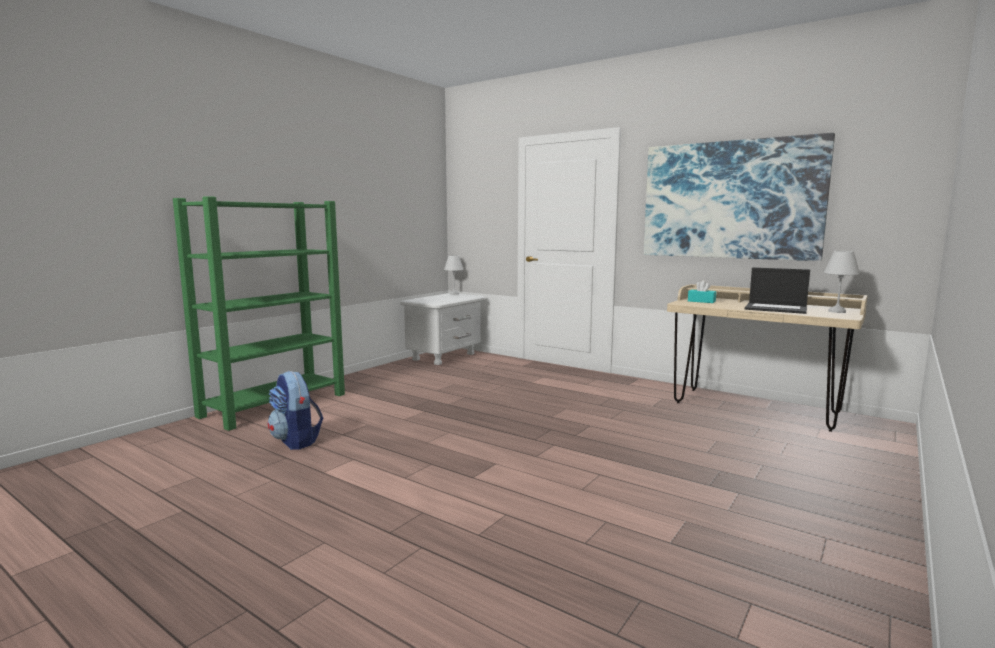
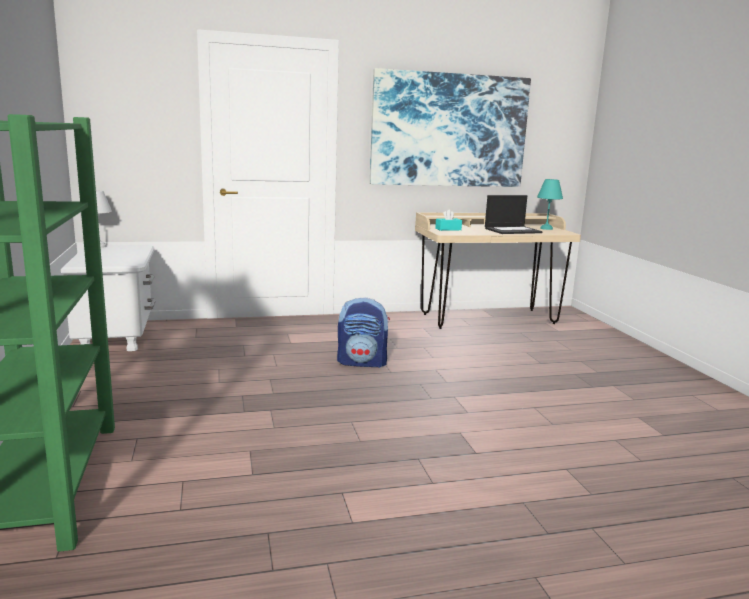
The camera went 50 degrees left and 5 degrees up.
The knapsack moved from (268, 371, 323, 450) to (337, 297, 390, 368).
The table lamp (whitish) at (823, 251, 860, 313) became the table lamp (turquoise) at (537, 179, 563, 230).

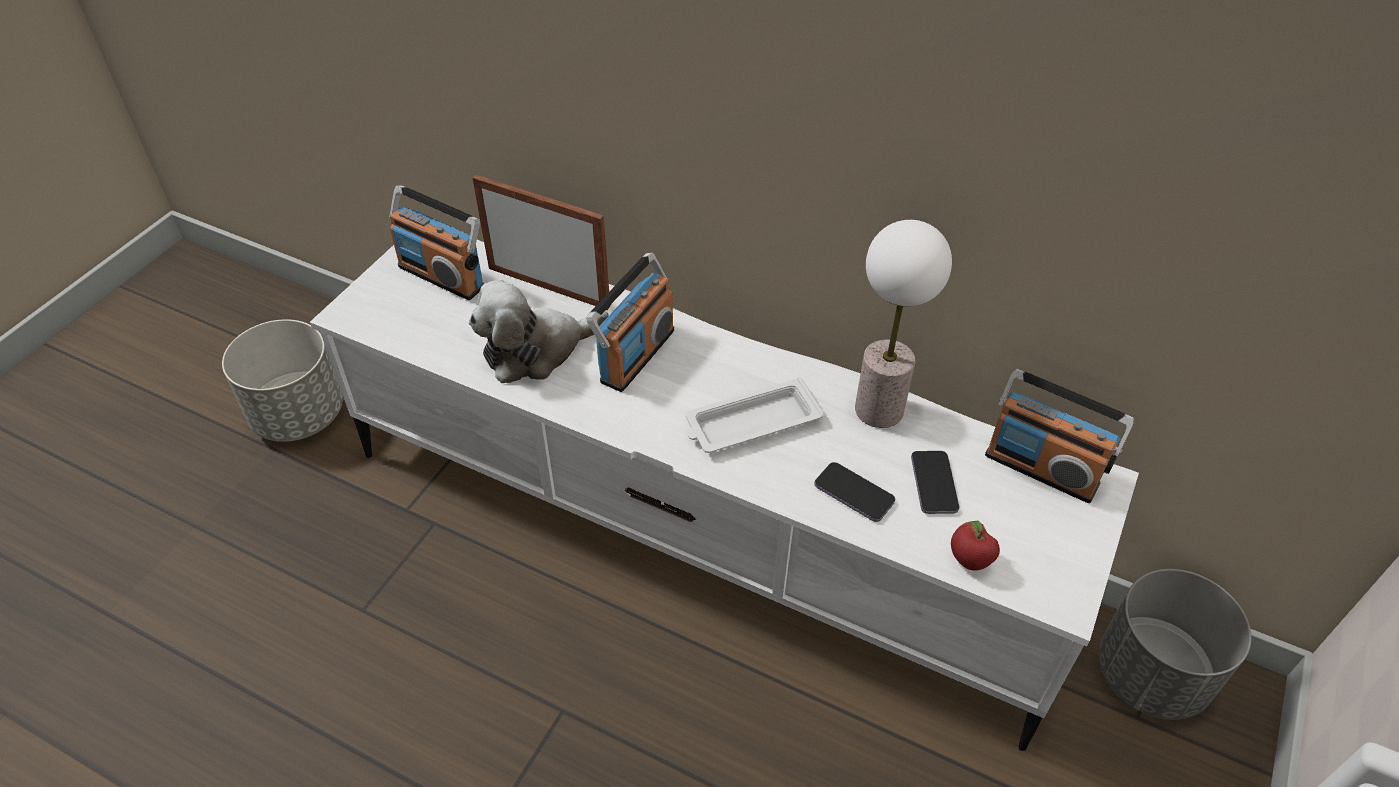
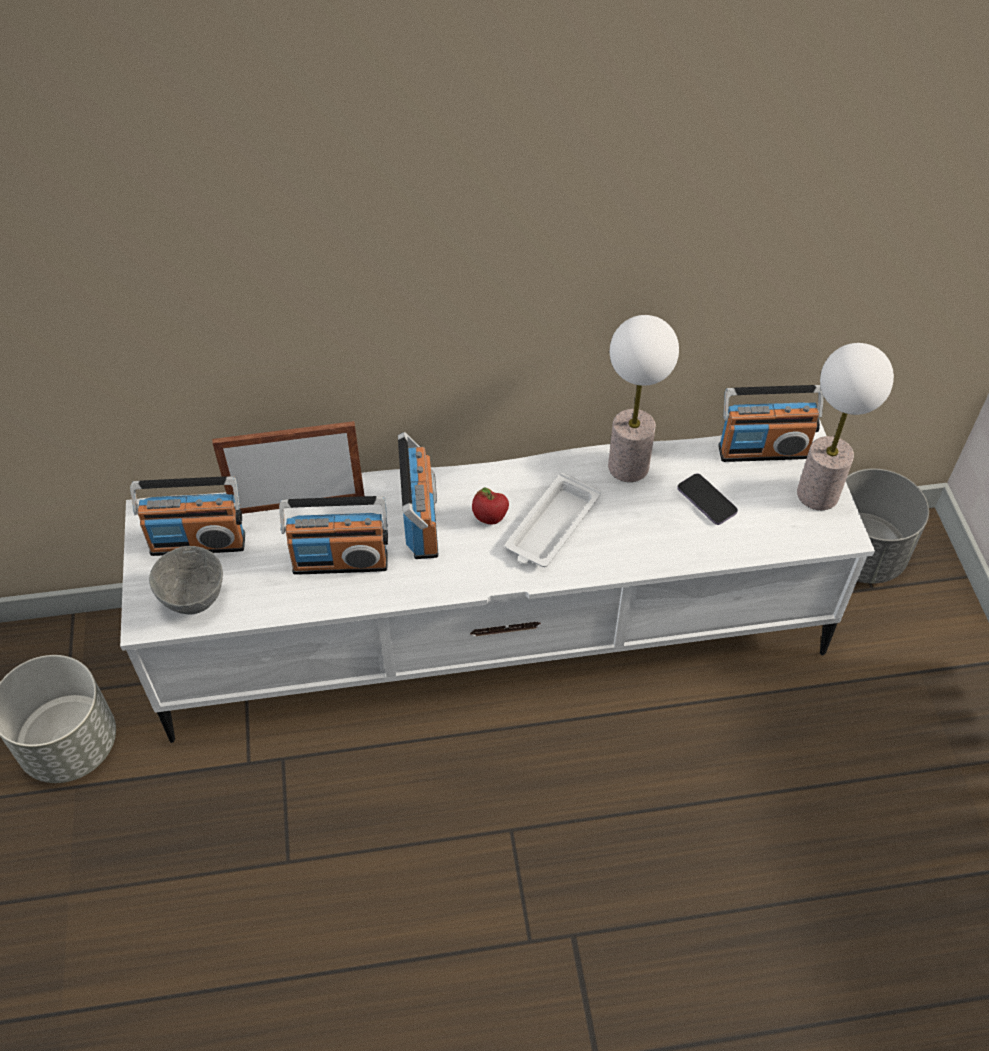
The camera went 35 degrees left and 5 degrees up.
The deep dish (gray) at (149, 546, 223, 615) appeared.
The cuddly toy at (469, 280, 609, 383) was replaced by the radio set at (279, 496, 388, 575).
The apple fruit moved from (951, 521, 1000, 571) to (472, 487, 509, 524).
The table lamp at (797, 343, 894, 510) appeared.
The phone at (815, 462, 895, 522) disappeared.

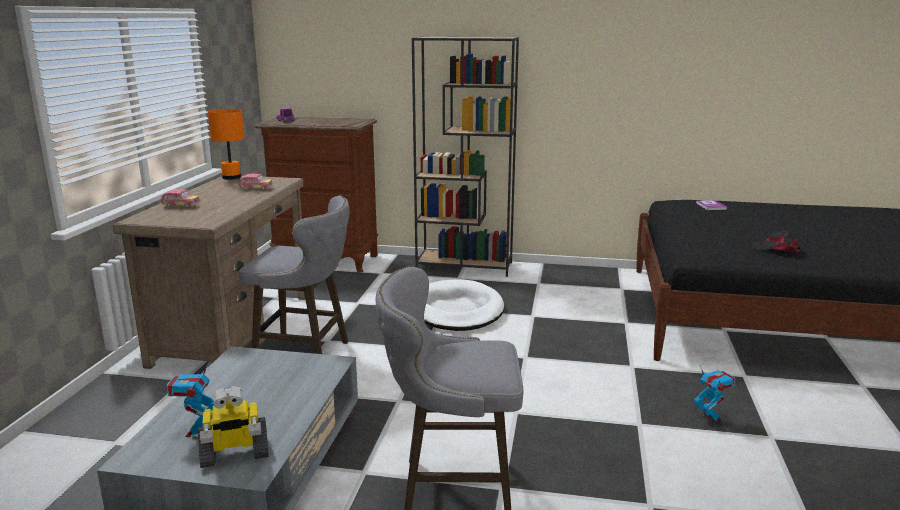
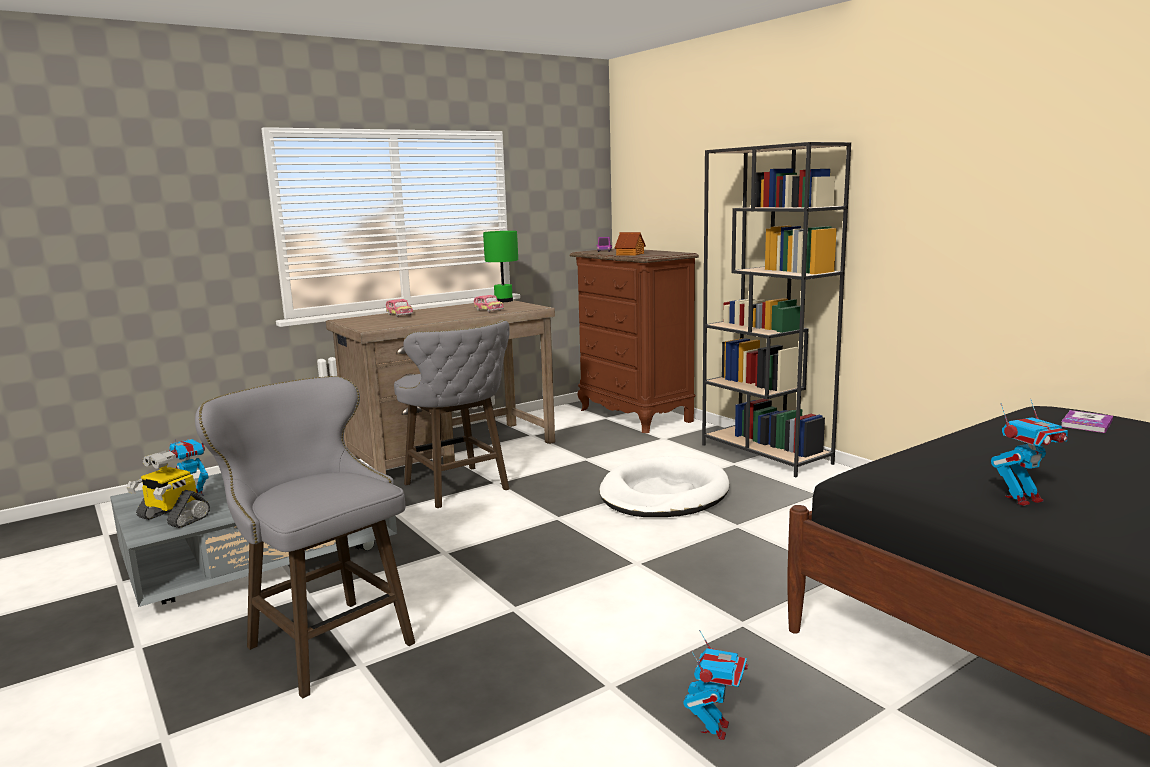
The camera went 45 degrees right and 5 degrees down.
The table lamp (orange-coloured) at (208, 109, 244, 180) became the table lamp (green-coloured) at (483, 231, 518, 302).
The toy house at (615, 232, 646, 256) appeared.
The baseball cap (black-coloured) at (752, 231, 800, 252) was replaced by the model robot at (991, 399, 1068, 506).

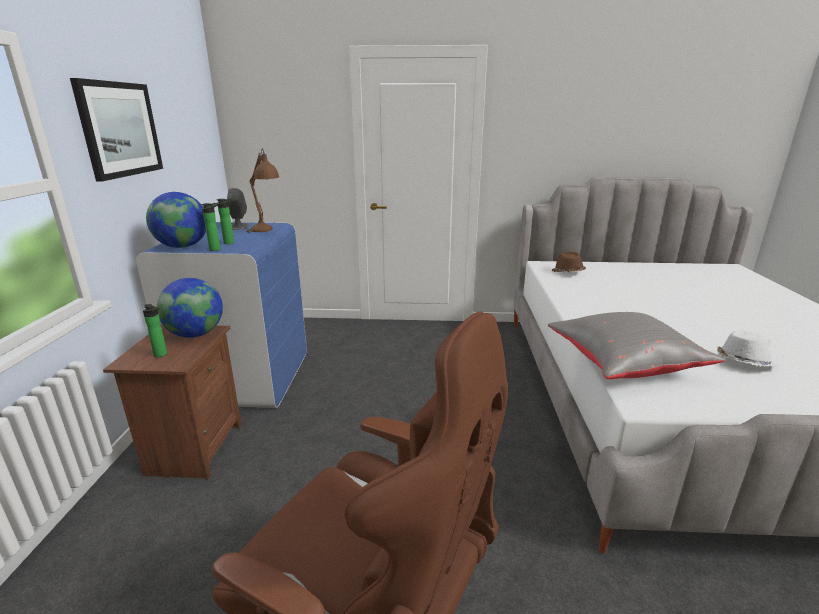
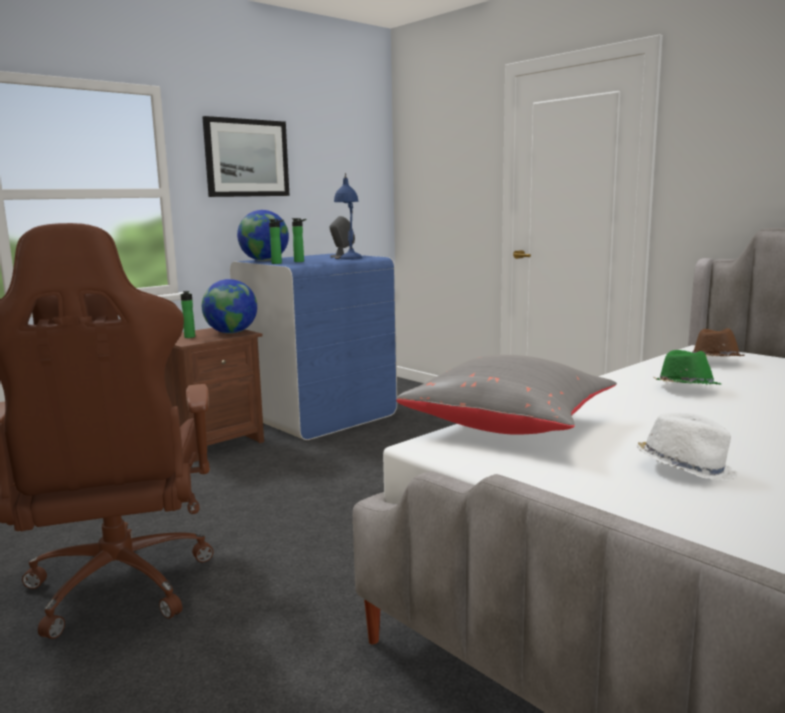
The camera went 45 degrees right and 10 degrees down.
The table lamp (brown) at (246, 148, 279, 233) became the table lamp (blue) at (334, 172, 363, 260).
The hat (green-coloured) at (654, 350, 721, 385) appeared.

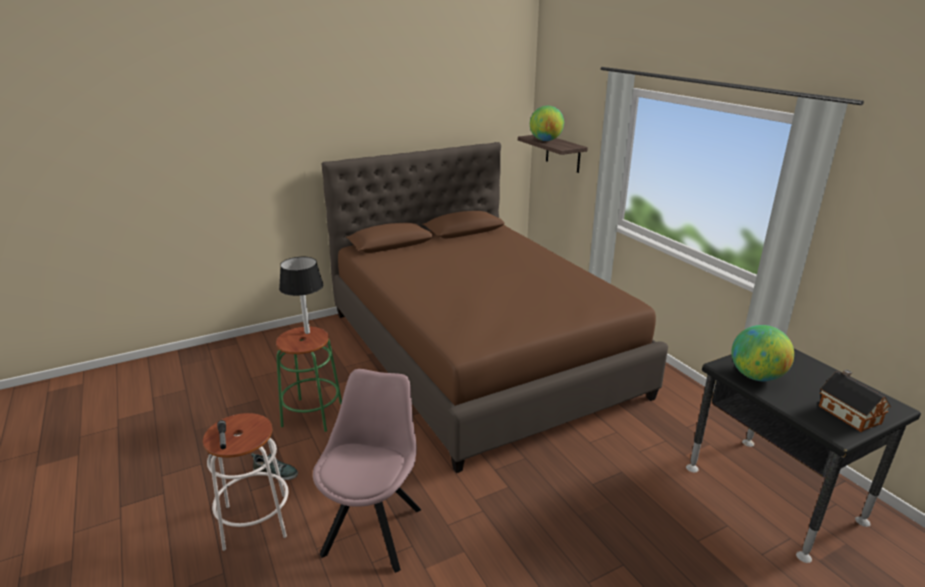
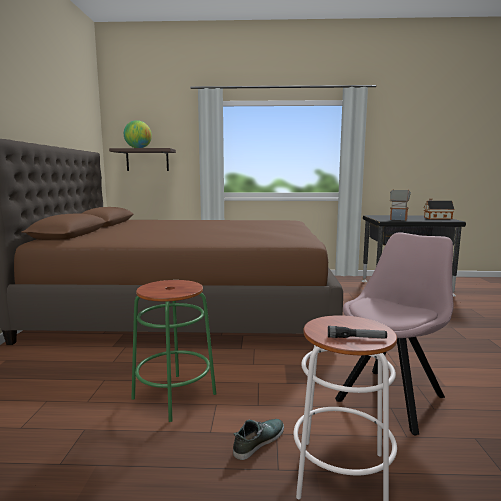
The camera went 60 degrees left and 15 degrees down.
The upright chair (pink) at (313, 369, 421, 573) turned 90 degrees clockwise.
The world globe at (731, 325, 794, 381) was replaced by the toy house at (390, 189, 411, 221).
The table lamp (black-coloured) at (279, 257, 324, 334) disappeared.

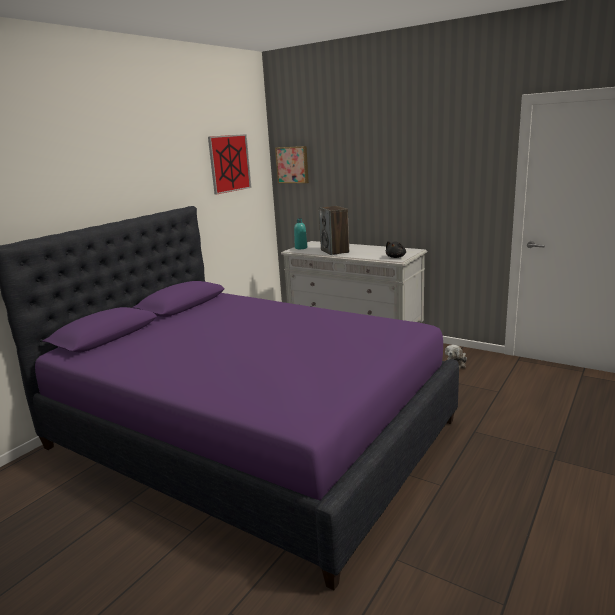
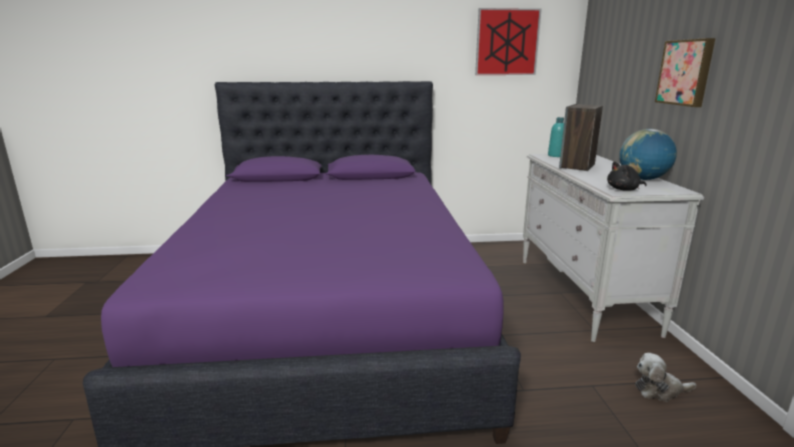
The camera went 50 degrees right and 0 degrees up.
The world globe at (619, 129, 677, 180) appeared.
The wall picture moved from (275, 146, 309, 183) to (655, 38, 715, 107).

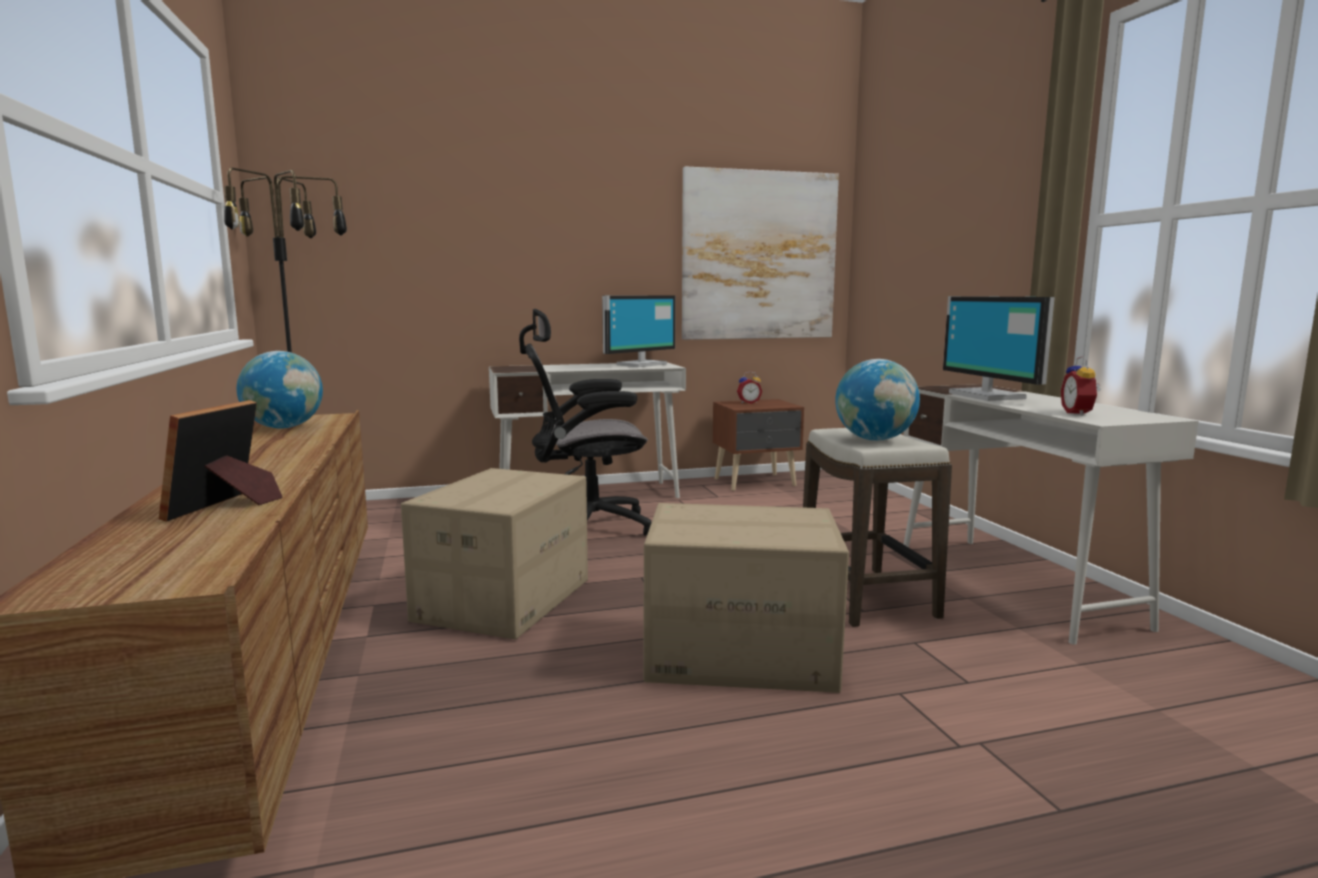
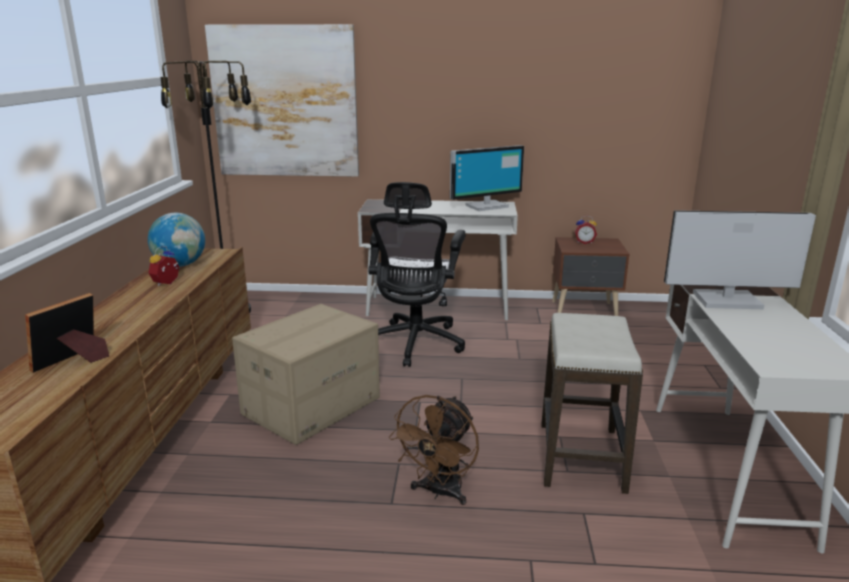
The camera went 20 degrees right and 10 degrees up.
The table clock moved from (1061, 356, 1101, 416) to (149, 246, 179, 286).
The wall picture moved from (682, 166, 839, 340) to (205, 24, 359, 177).
The desk chair at (519, 309, 652, 536) turned 90 degrees counterclockwise.
The packing box at (643, 503, 849, 693) was replaced by the fan (brown) at (389, 395, 479, 505).
The computer display at (943, 296, 1055, 401) turned 90 degrees clockwise.
The world globe at (835, 359, 920, 441) disappeared.

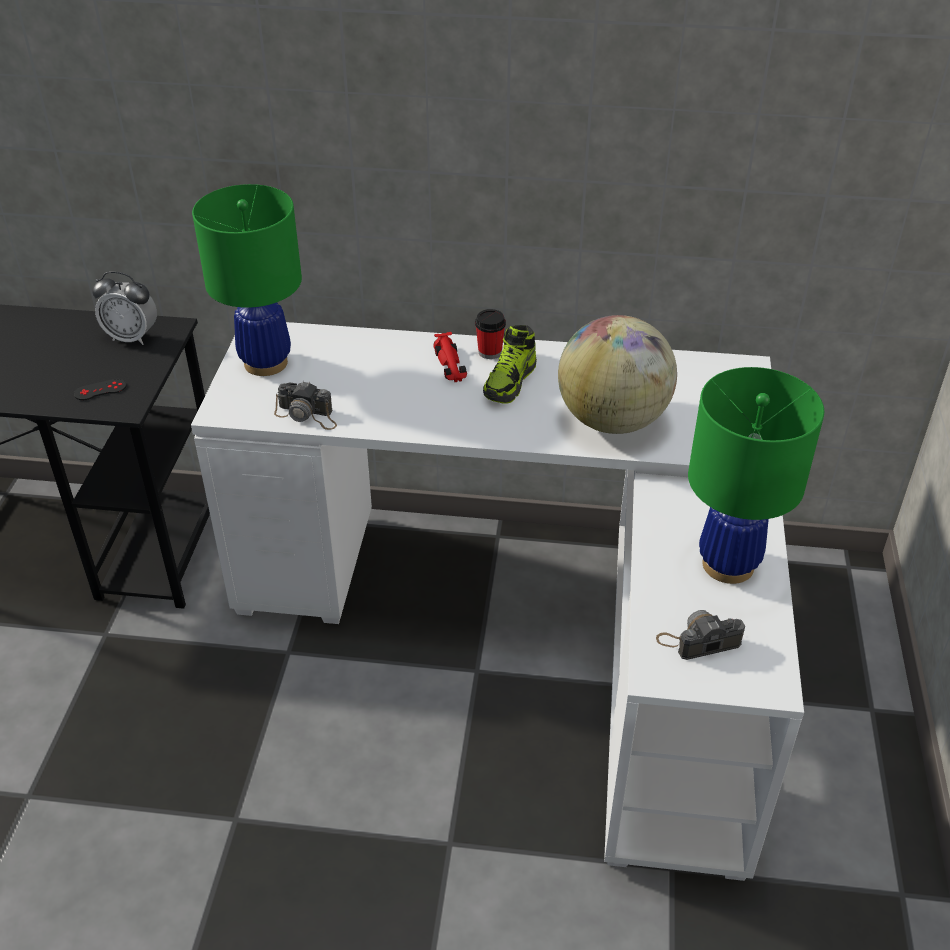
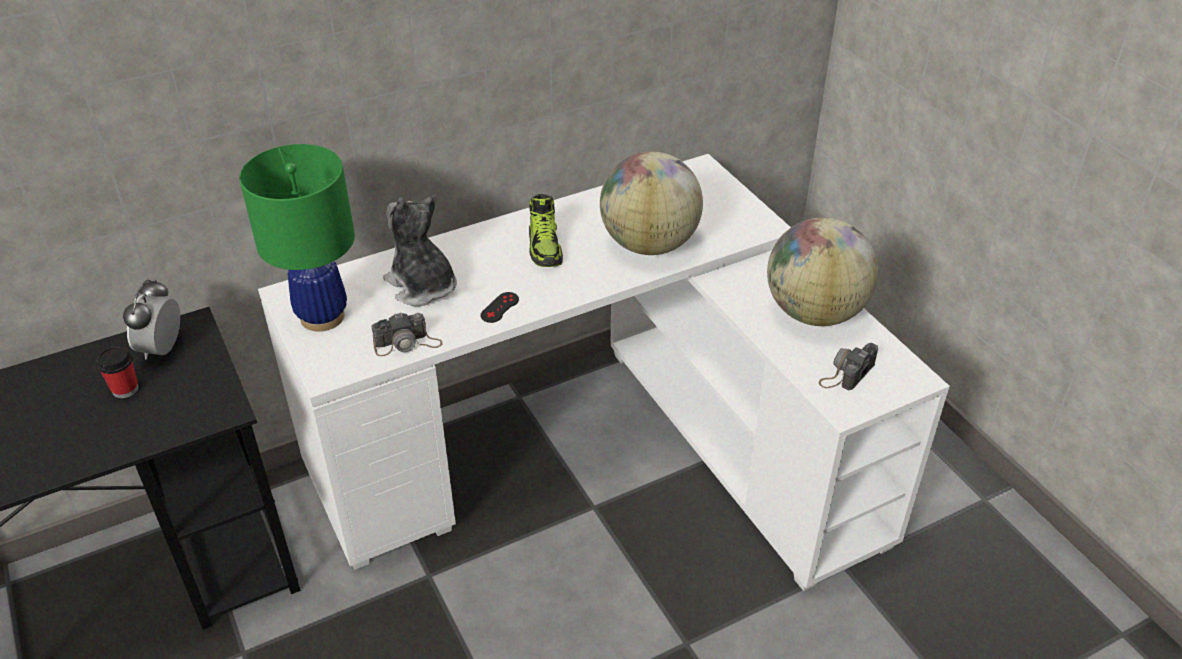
The camera went 35 degrees left and 0 degrees up.
The drinking cup moved from (475, 309, 506, 359) to (96, 345, 139, 398).
The table clock at (92, 271, 157, 345) turned 120 degrees clockwise.
The cuddly toy at (383, 194, 457, 306) appeared.
The gamepad (black-coloured) moved from (74, 379, 127, 400) to (480, 292, 519, 323).
The table lamp (green-coloured) at (688, 367, 824, 584) was replaced by the world globe at (767, 218, 878, 326).
The model car (red) at (434, 332, 467, 382) disappeared.

